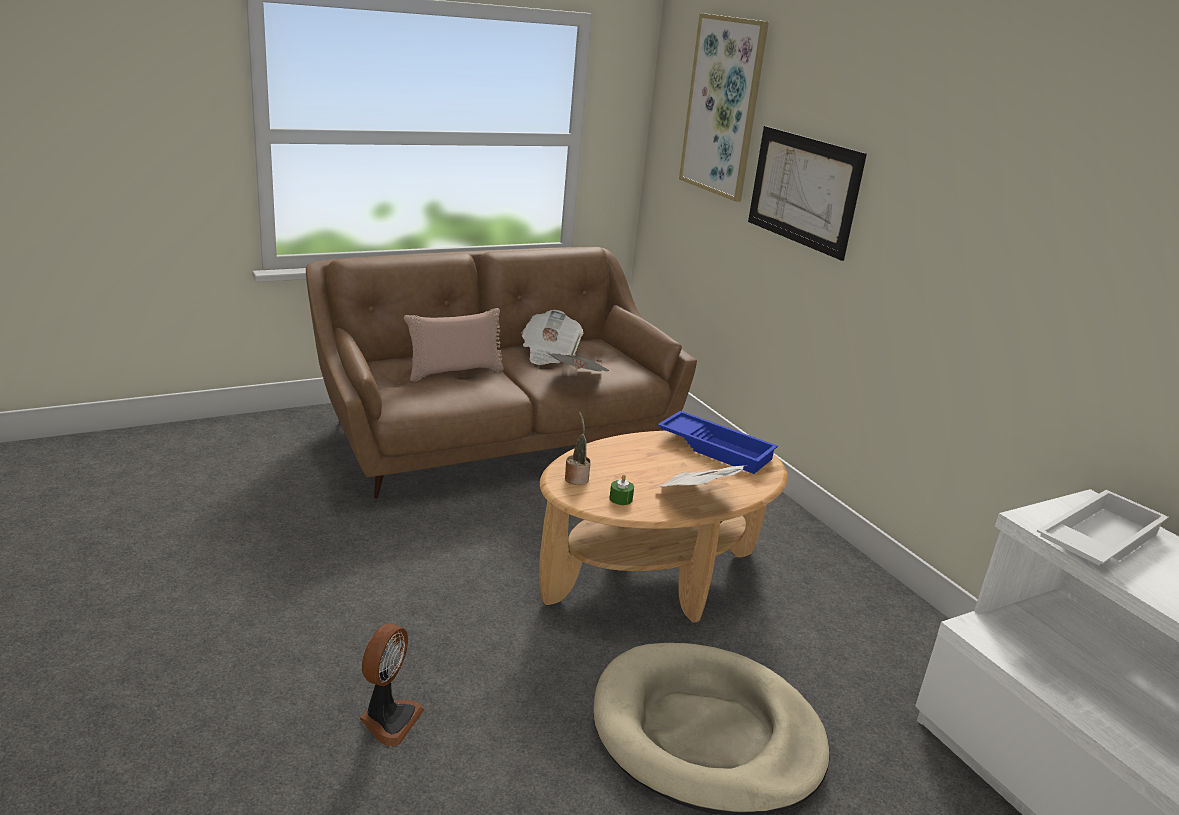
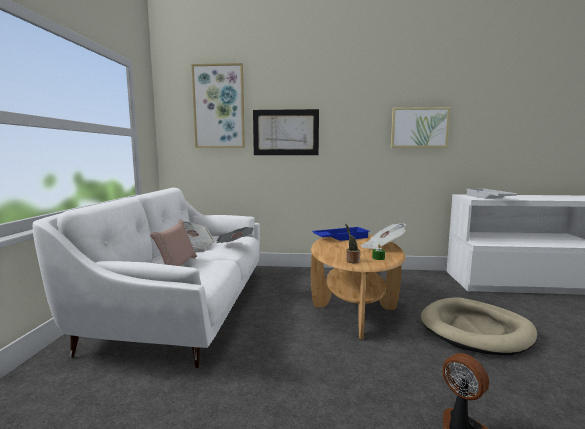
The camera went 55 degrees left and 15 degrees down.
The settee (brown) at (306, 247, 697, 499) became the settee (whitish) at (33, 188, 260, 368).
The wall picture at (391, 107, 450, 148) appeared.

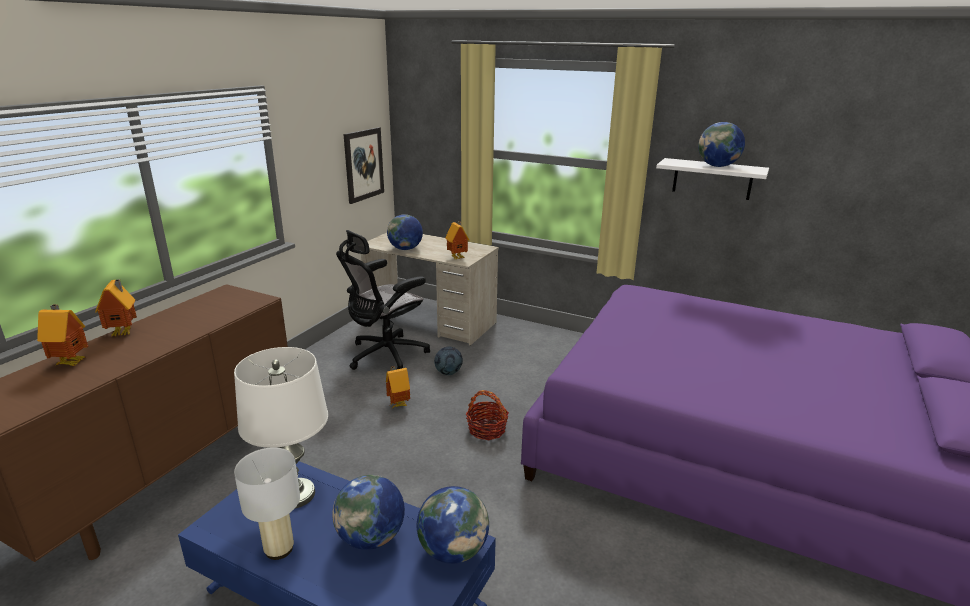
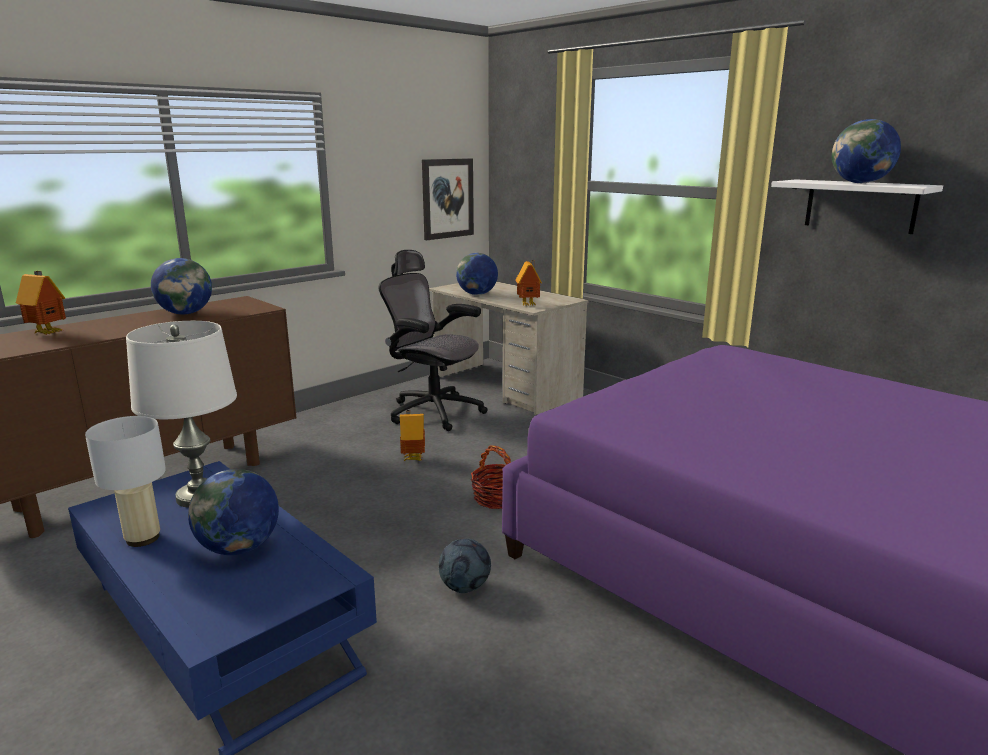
The camera went 20 degrees right and 5 degrees down.
The world globe moved from (417, 486, 489, 564) to (151, 258, 212, 315).
The desk chair at (336, 230, 430, 370) turned 60 degrees clockwise.
The football ball moved from (434, 347, 463, 375) to (439, 539, 491, 593).
The toy house at (95, 279, 137, 336) disappeared.

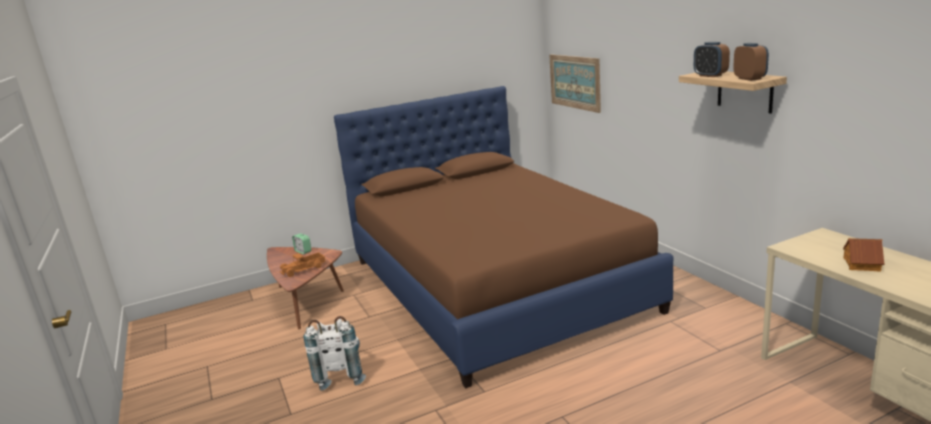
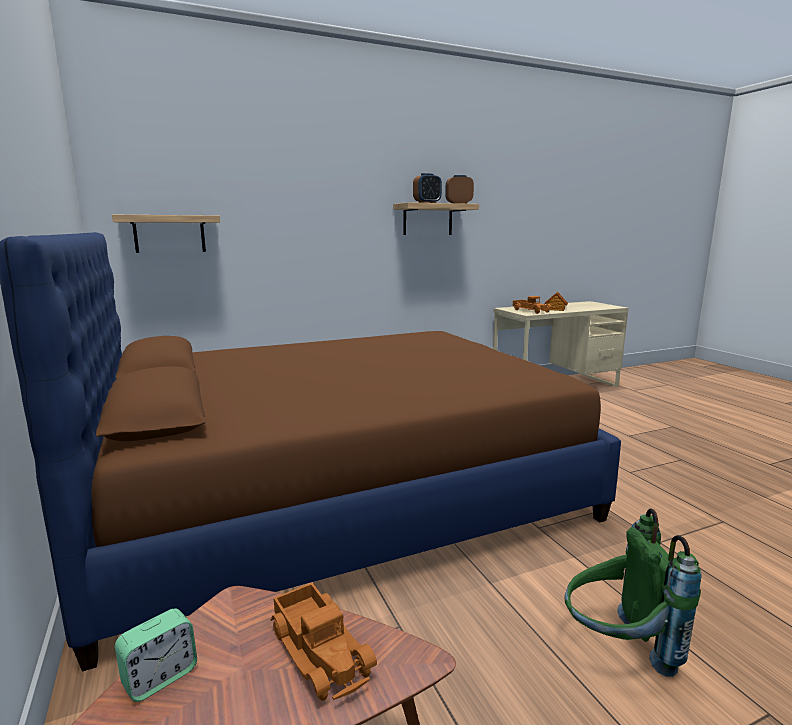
The camera went 90 degrees left and 5 degrees down.
The wall picture at (549, 54, 601, 113) was replaced by the shelf at (112, 215, 220, 253).
The model truck at (513, 296, 552, 314) appeared.
The knapsack (whitish) at (303, 316, 366, 391) became the knapsack (green-coloured) at (565, 508, 701, 677).

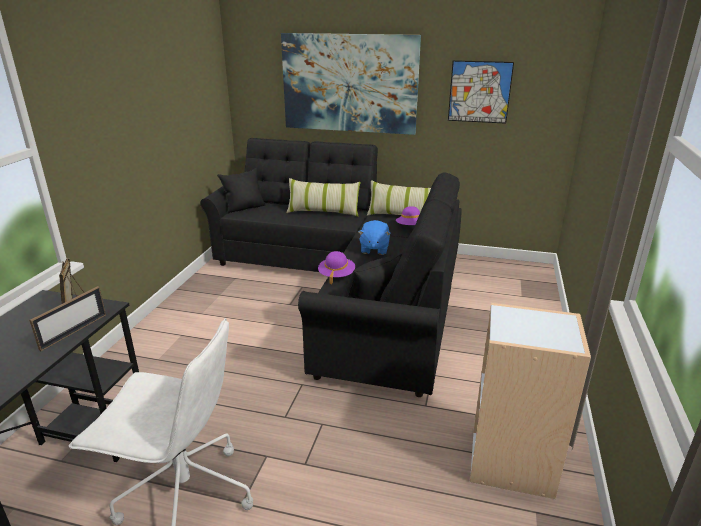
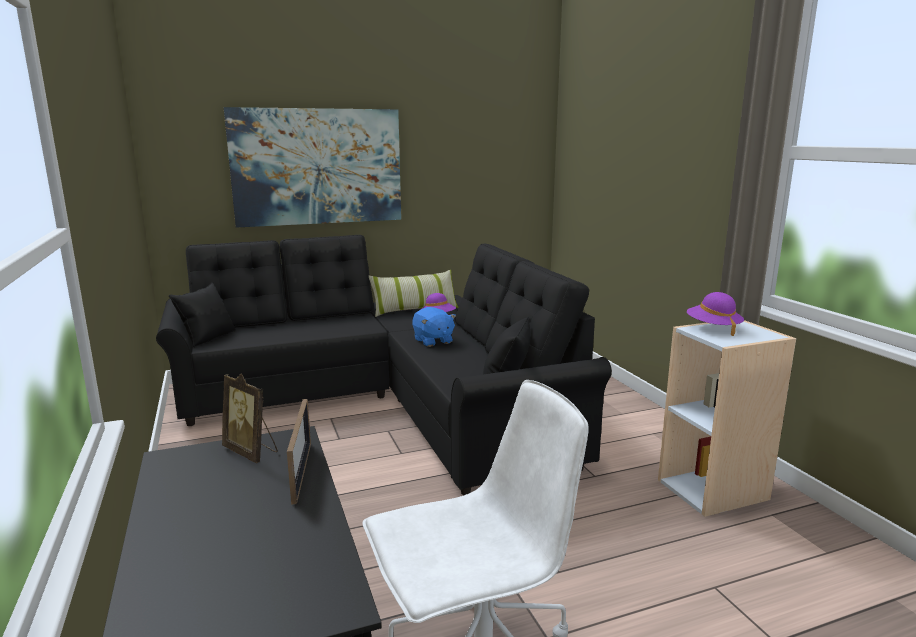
The camera went 35 degrees left and 10 degrees down.
The hat (purple-coloured) moved from (318, 251, 355, 285) to (687, 292, 744, 336).
The pillow at (286, 178, 361, 217) disappeared.
The wall picture at (448, 60, 514, 124) disappeared.

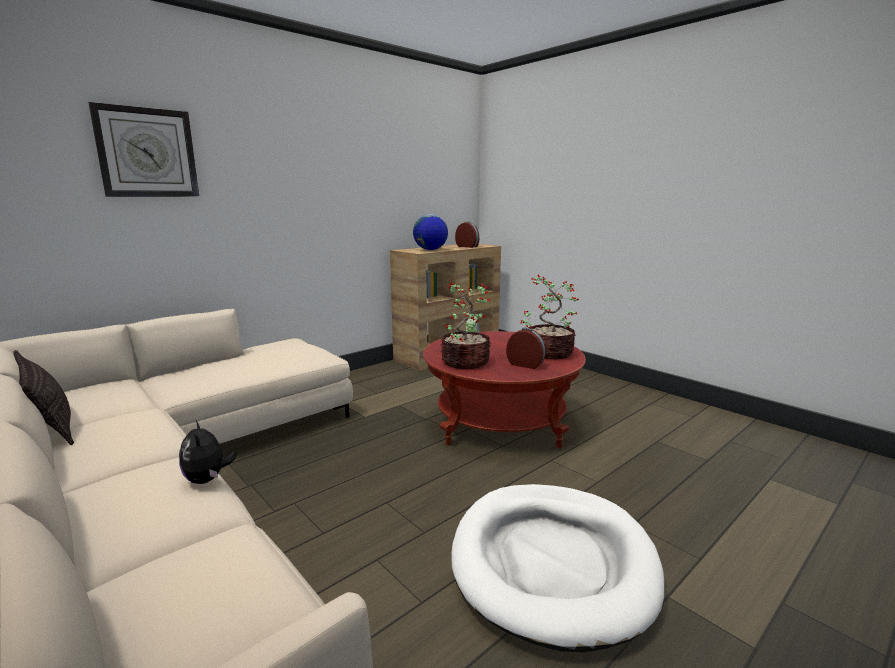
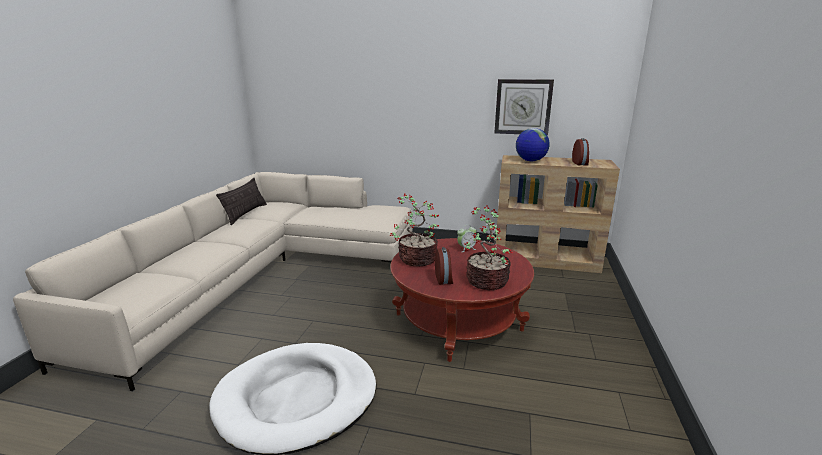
The camera went 55 degrees right and 5 degrees up.
The clock on the wall moved from (89, 102, 199, 197) to (495, 79, 554, 135).
The cuddly toy at (179, 419, 237, 484) disappeared.

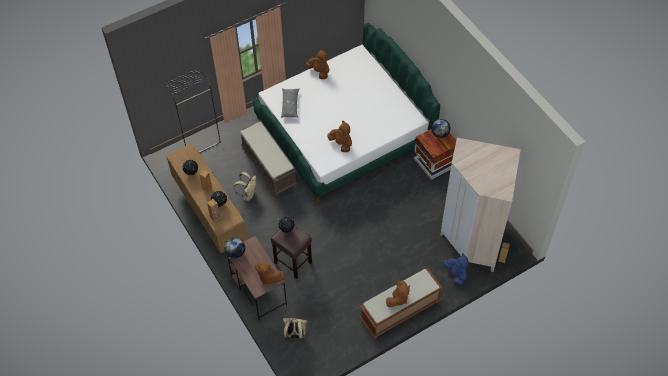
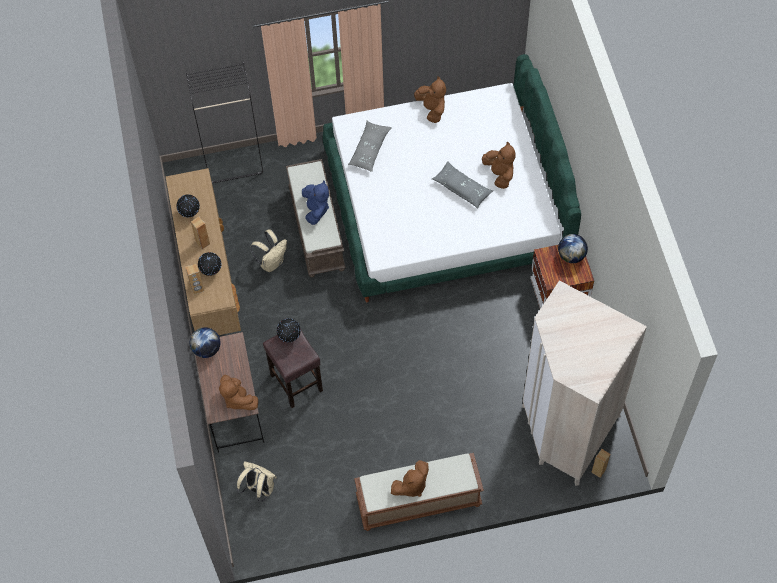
The camera went 20 degrees right and 5 degrees up.
The cuddly toy (blue) moved from (444, 254, 469, 285) to (302, 181, 329, 225).
The pillow (gray) at (432, 161, 493, 209) appeared.
The cuddly toy (brown) moved from (327, 121, 352, 152) to (482, 141, 516, 189).

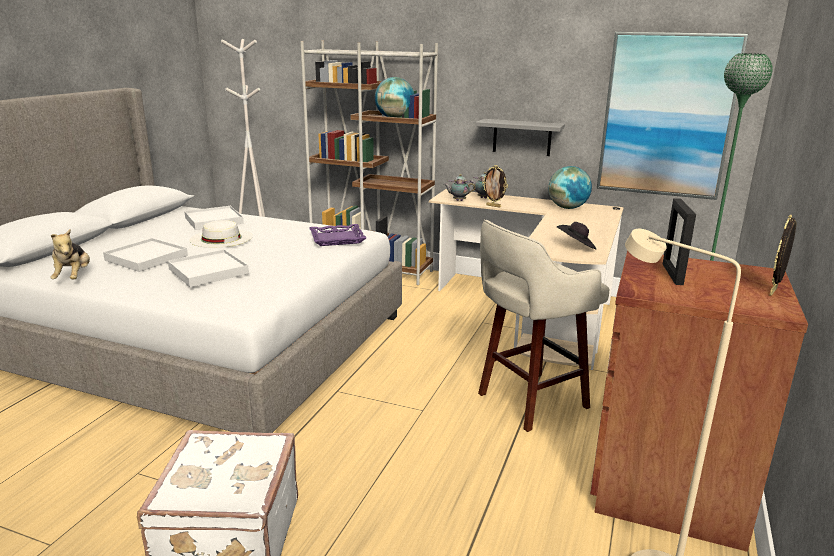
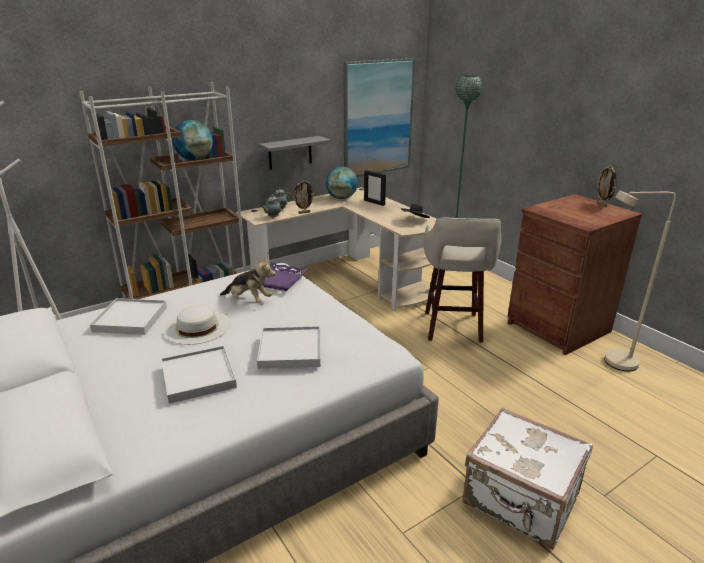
The camera went 55 degrees left and 5 degrees up.
The cuddly toy moved from (50, 229, 90, 279) to (220, 258, 276, 303).
The picture frame moved from (663, 198, 696, 285) to (364, 170, 386, 206).

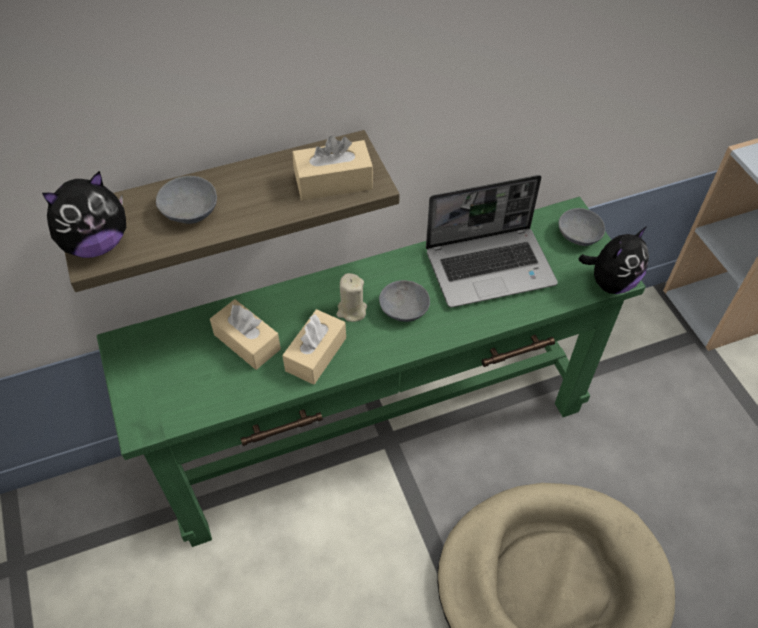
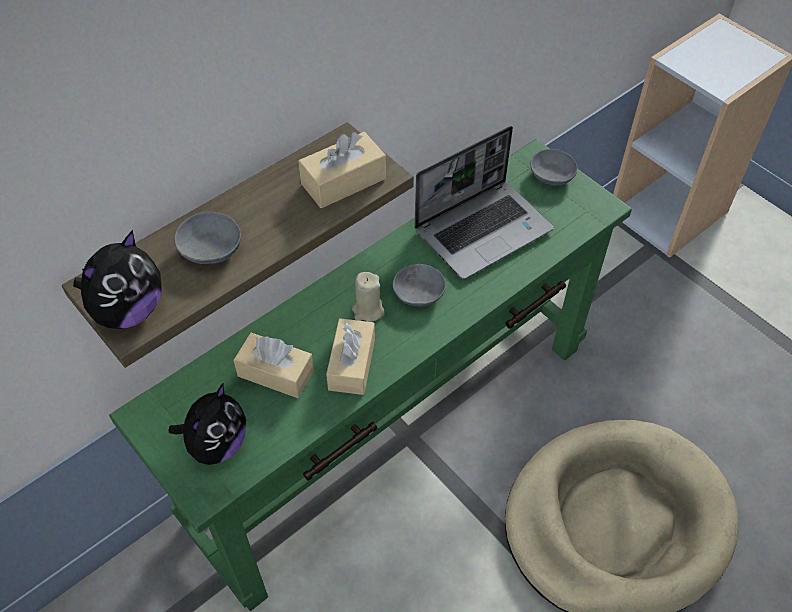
The camera went 20 degrees left and 0 degrees up.
The cuddly toy moved from (579, 226, 649, 294) to (168, 384, 246, 465).

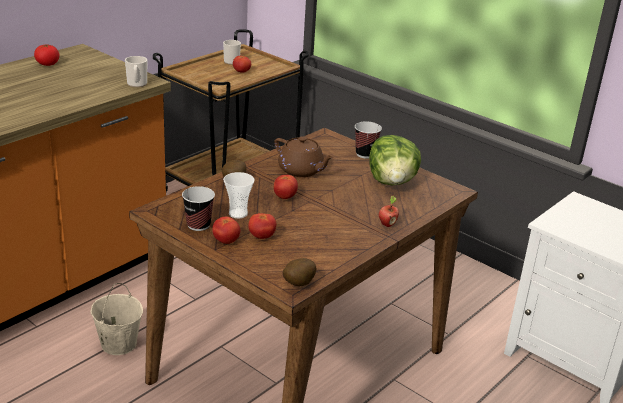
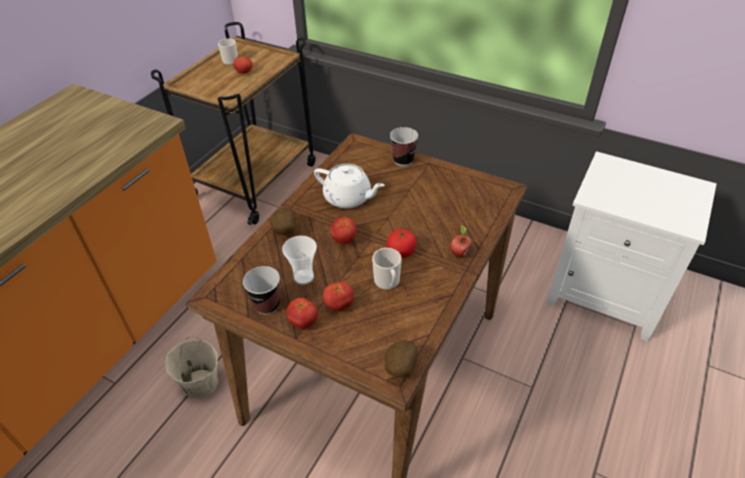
The camera went 10 degrees left and 15 degrees up.
The tea pot (brown) at (274, 137, 334, 177) became the tea pot (whitish) at (314, 164, 385, 209).
The mug moved from (125, 56, 147, 87) to (372, 248, 401, 290).
The whole tomato moved from (34, 44, 60, 66) to (387, 229, 417, 258).
The lettuce head at (369, 135, 421, 186) disappeared.

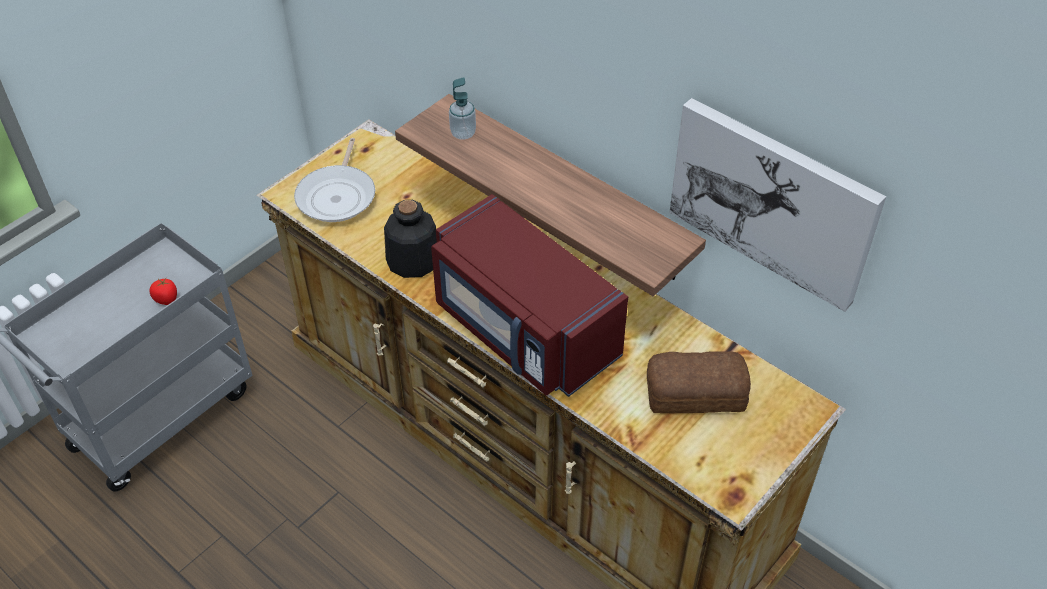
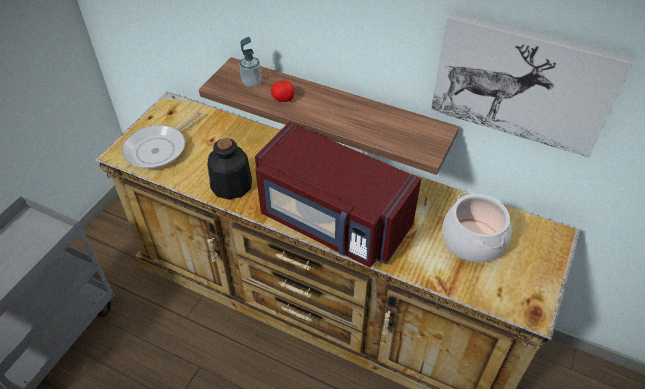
The camera went 15 degrees left and 0 degrees up.
The skillet at (294, 138, 375, 222) turned 45 degrees clockwise.
The whole tomato moved from (150, 277, 177, 305) to (271, 78, 294, 102).
The baked bread at (647, 351, 751, 413) was replaced by the saucepot at (442, 192, 511, 263).

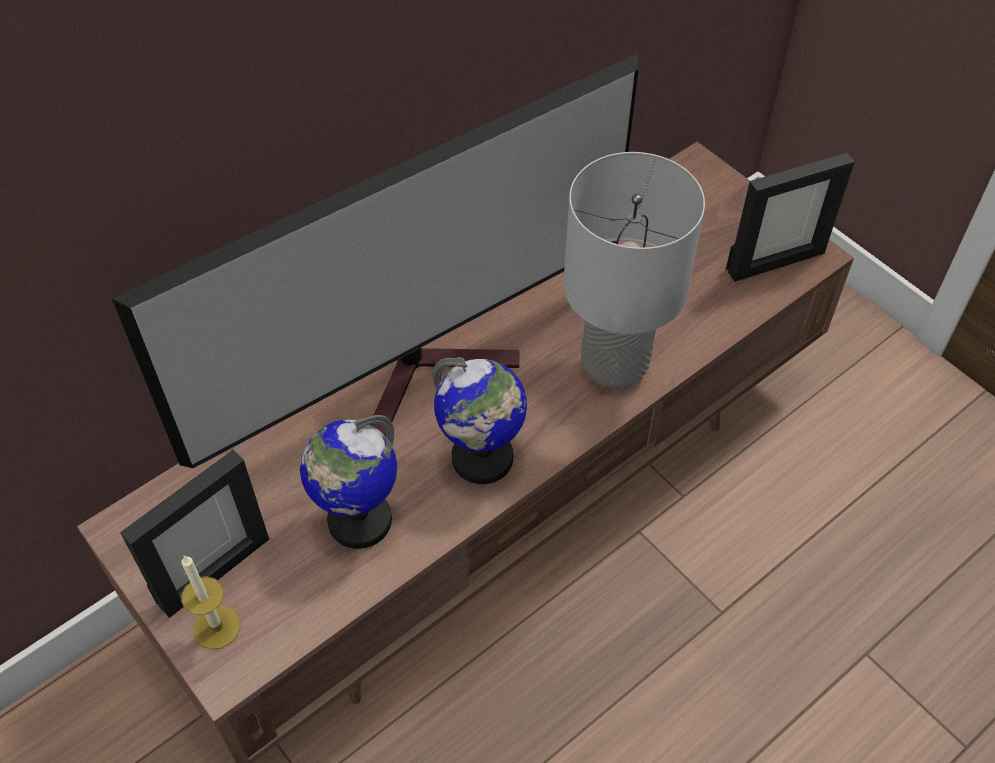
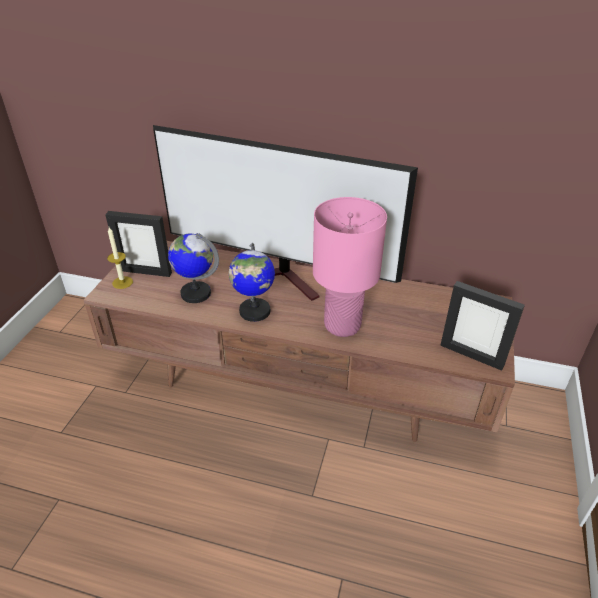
The camera went 55 degrees right and 15 degrees down.
The table lamp (gray) at (563, 152, 705, 389) became the table lamp (pink) at (313, 197, 387, 337).

